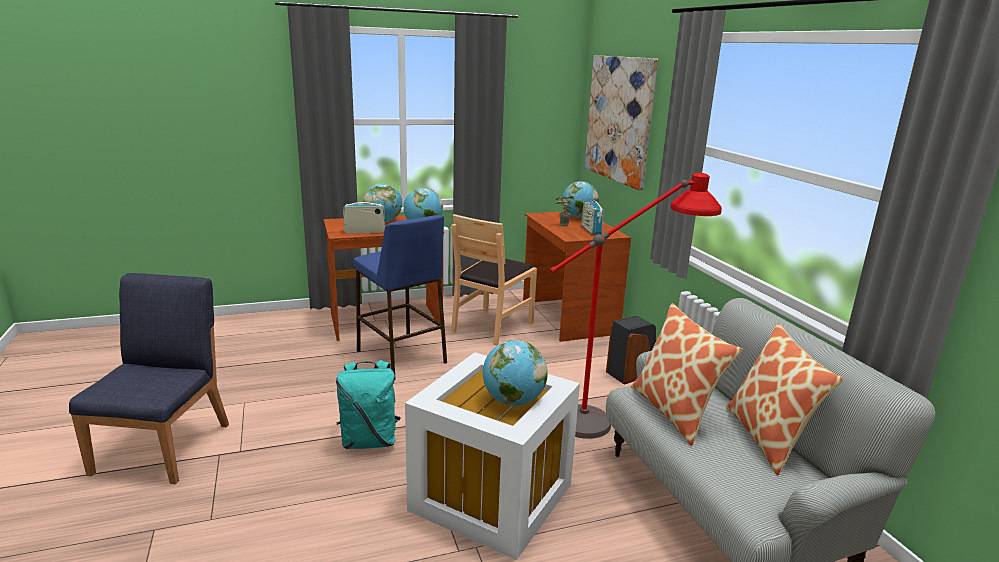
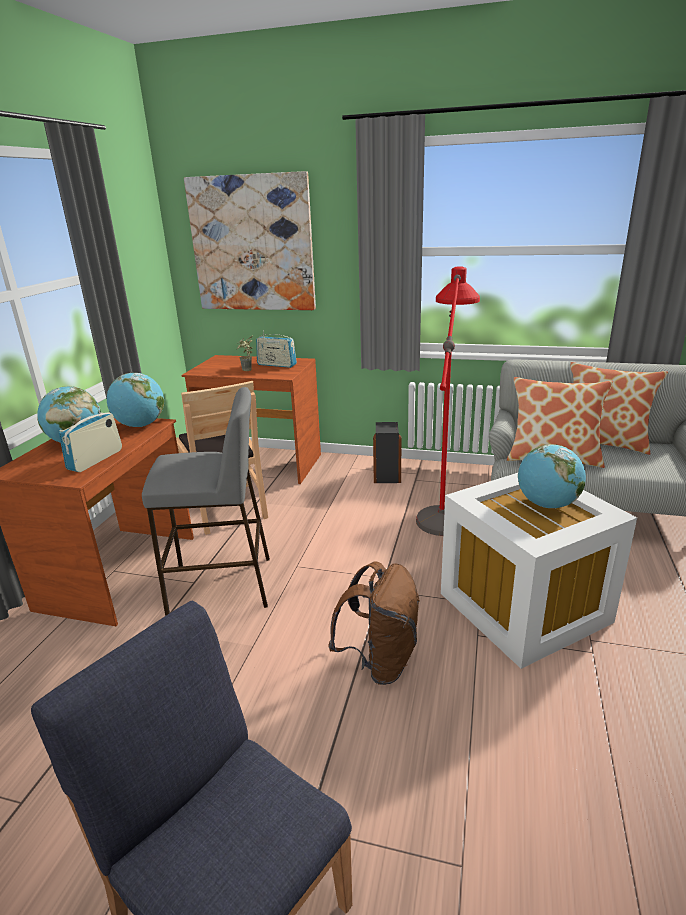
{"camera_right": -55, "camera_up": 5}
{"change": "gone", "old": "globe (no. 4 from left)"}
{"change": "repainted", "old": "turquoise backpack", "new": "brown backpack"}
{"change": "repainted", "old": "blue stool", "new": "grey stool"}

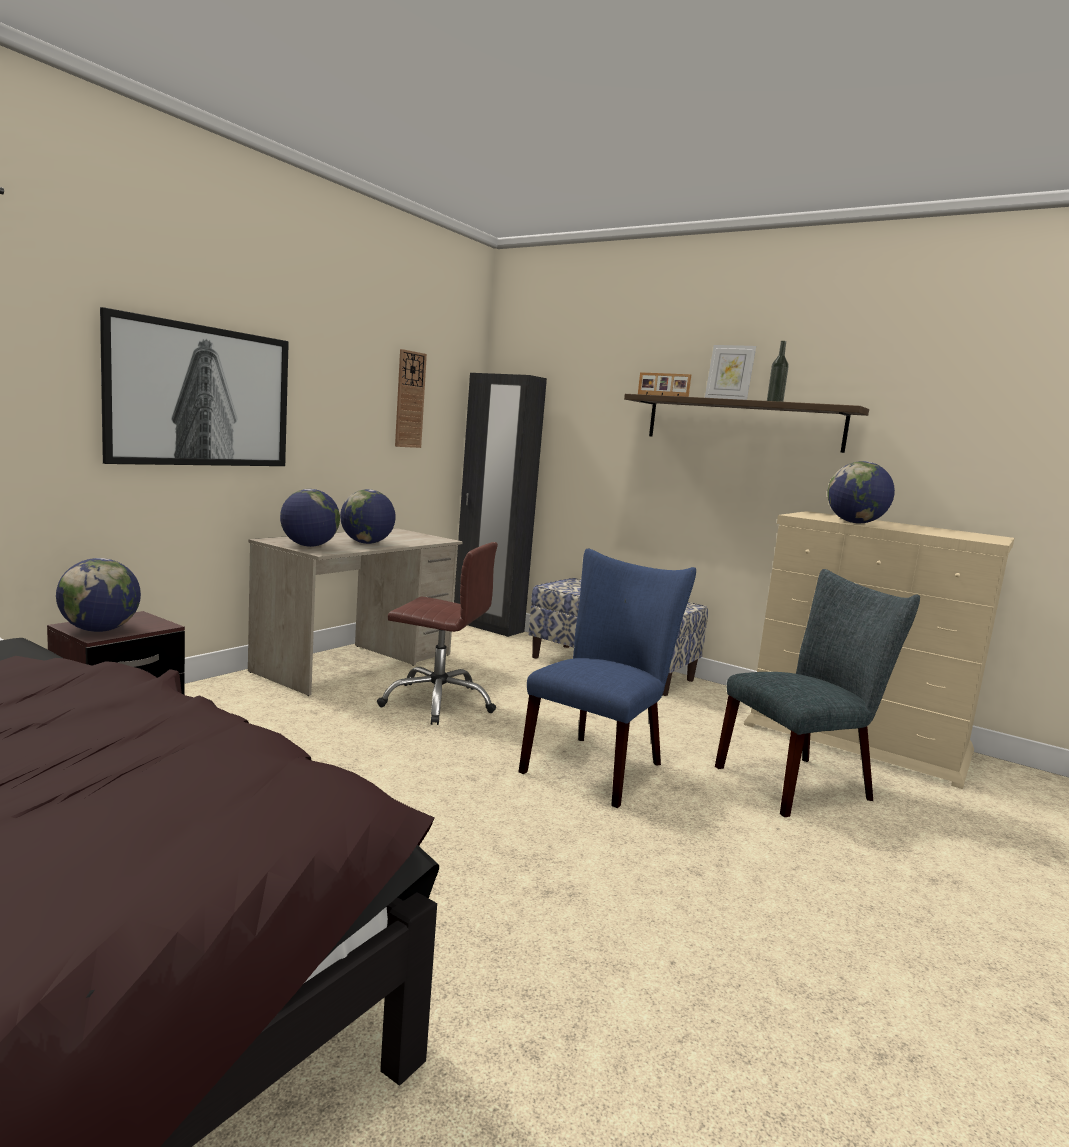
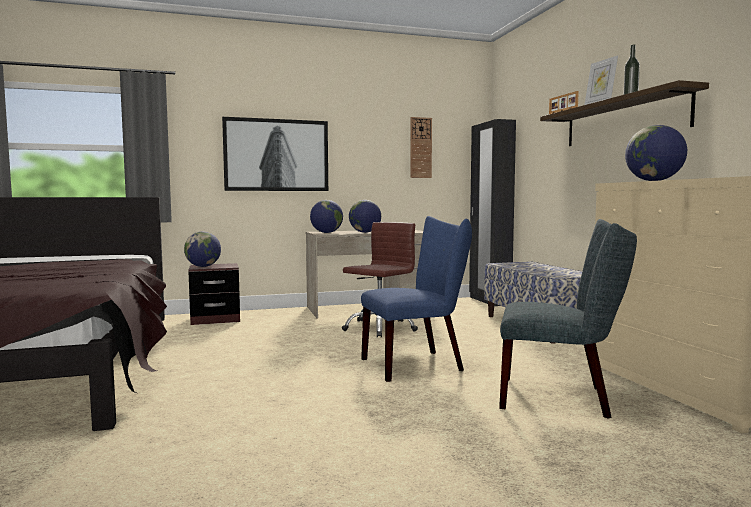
{"camera_right": 40, "camera_up": -5}
{"change": "rotated", "old": "brown office chair", "degrees": -105}

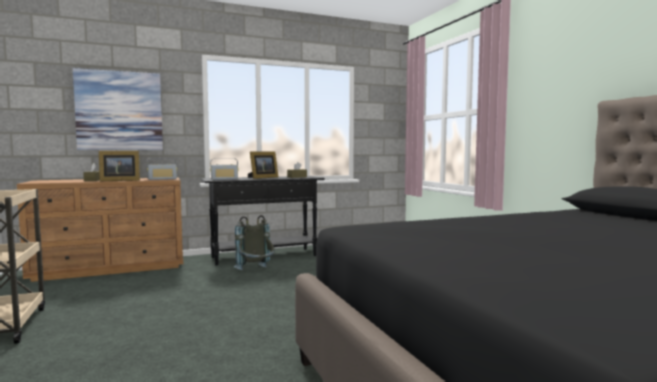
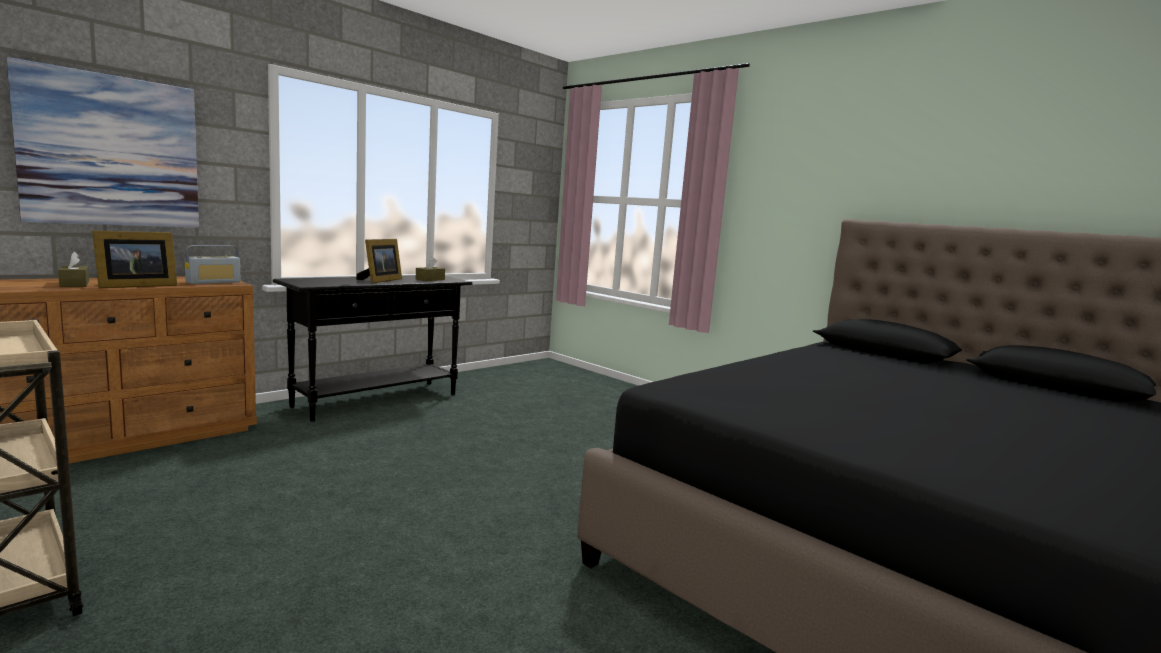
{"camera_right": -25, "camera_up": 5}
{"change": "gone", "old": "radio (no. 2 from left)"}
{"change": "gone", "old": "grey backpack"}

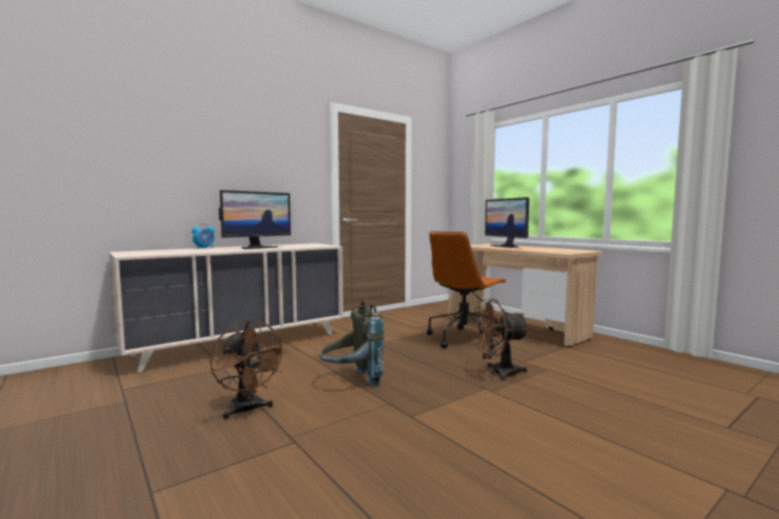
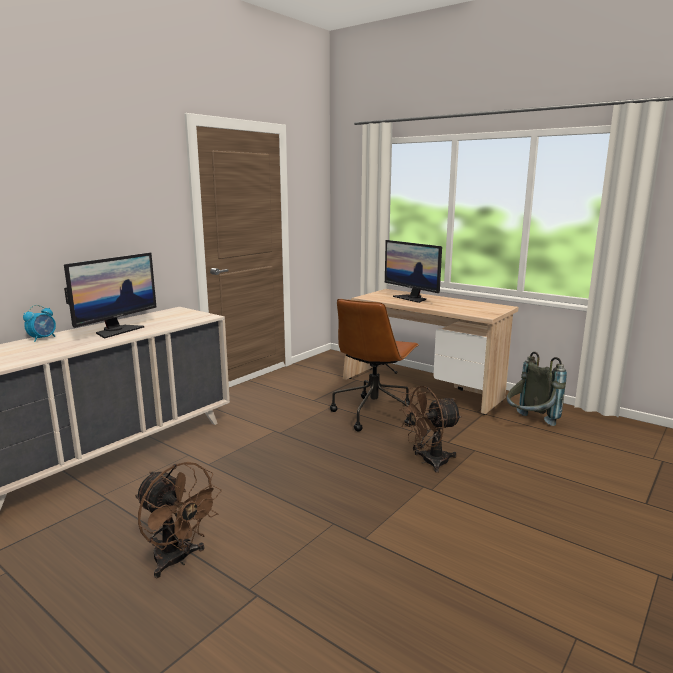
{"camera_right": -15, "camera_up": 10}
{"change": "shifted", "old": "grey backpack"}

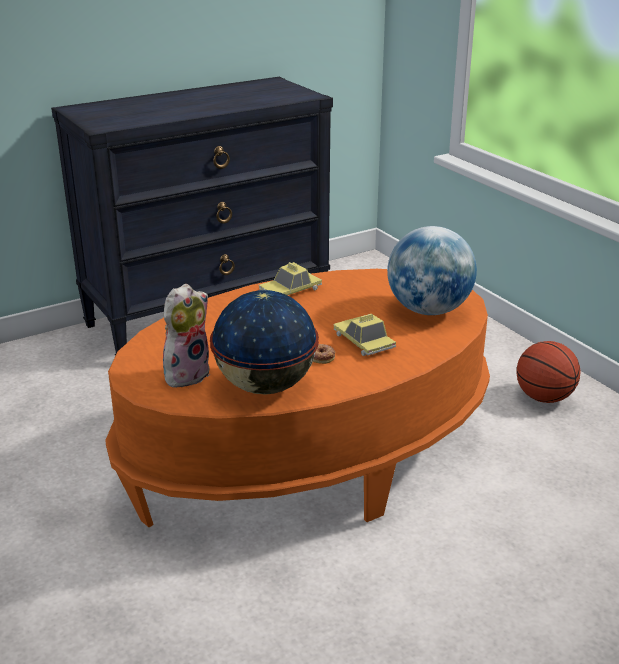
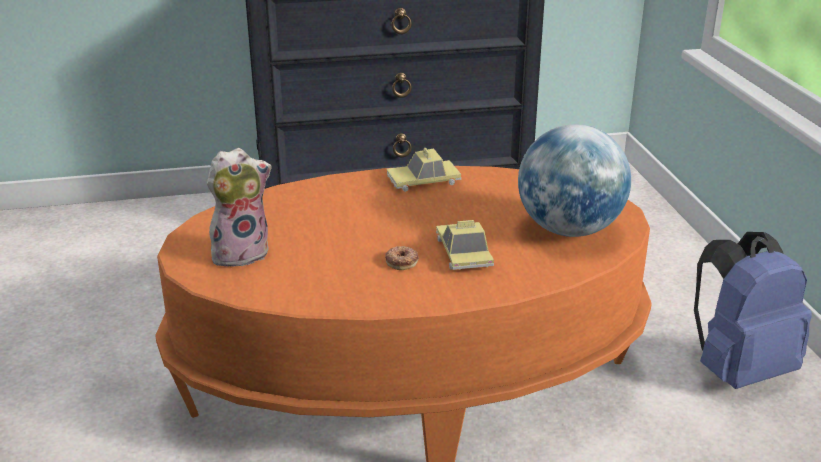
{"camera_right": 20, "camera_up": 0}
{"change": "gone", "old": "globe (no. 1 from left)"}
{"change": "swapped", "old": "basketball", "new": "blue backpack"}

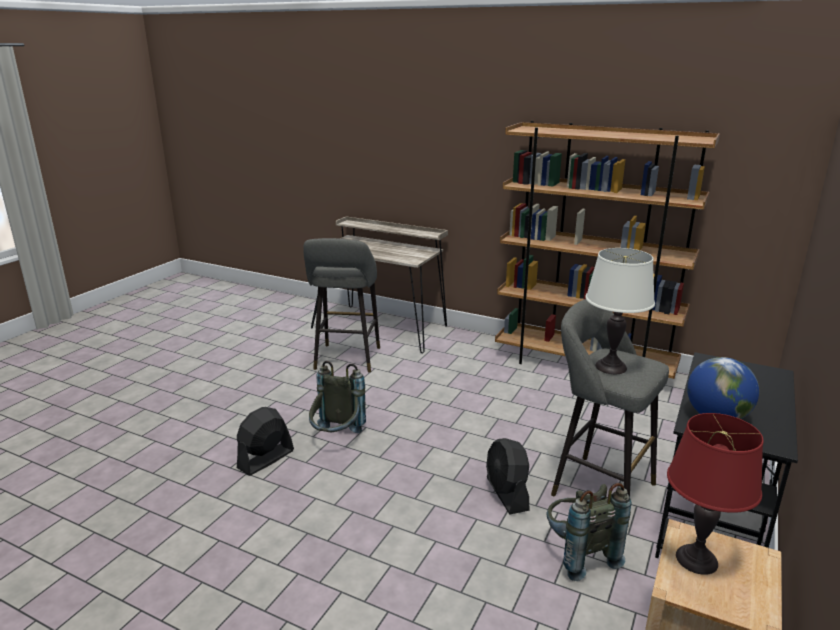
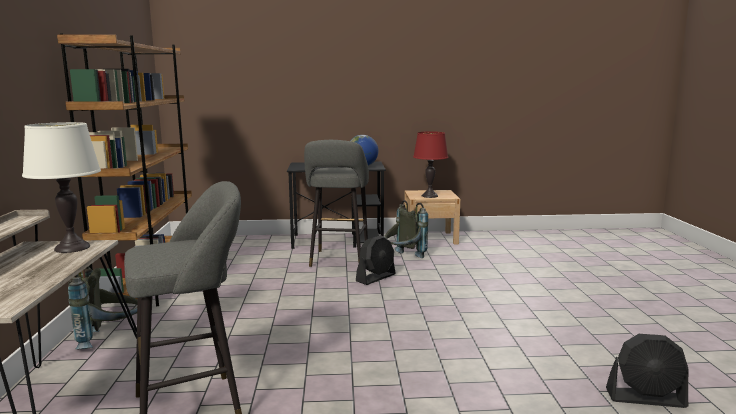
{"camera_right": -120, "camera_up": -10}
{"change": "shifted", "old": "black fan (no. 1 from left in the first image)", "new": "black fan (no. 2 from left)"}
{"change": "shifted", "old": "grey backpack (no. 1 from left)"}
{"change": "shifted", "old": "white table lamp"}

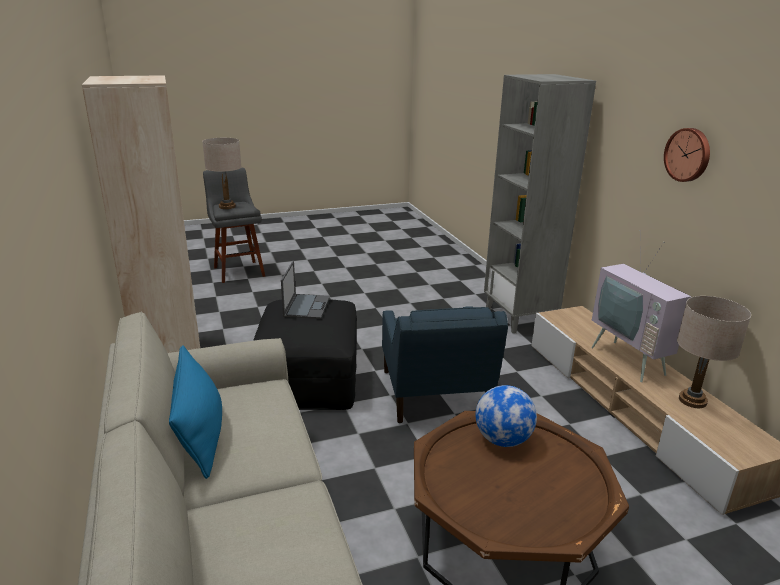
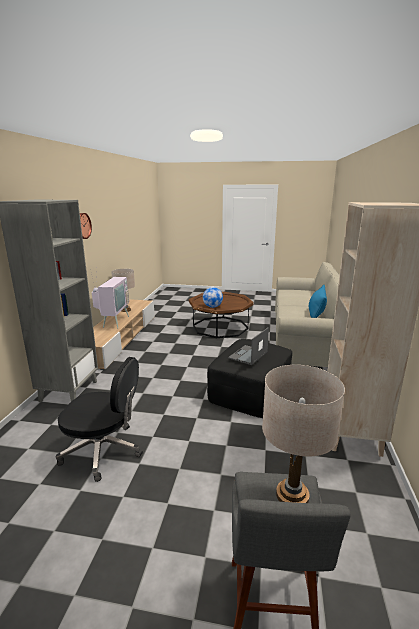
{"camera_right": -150, "camera_up": -5}
{"change": "gone", "old": "blue armchair"}
{"change": "new", "new": "black office chair"}

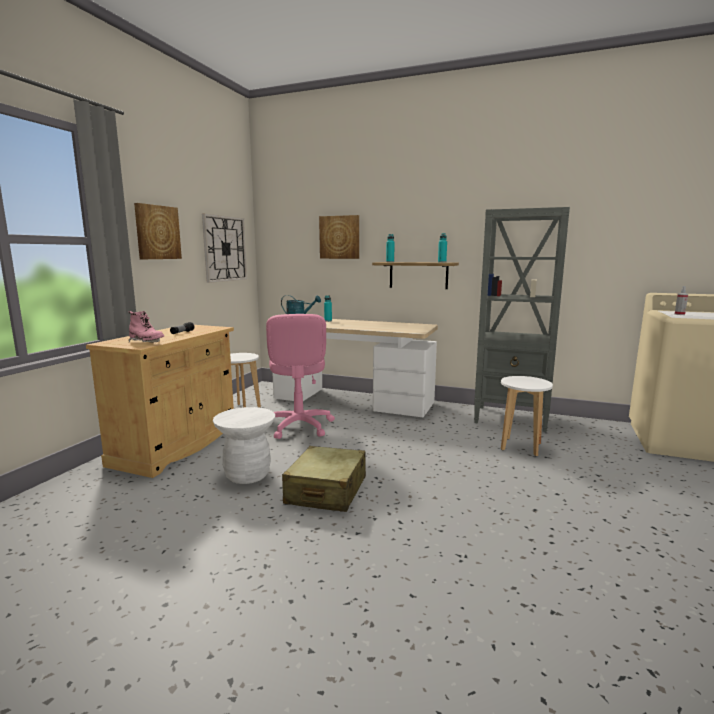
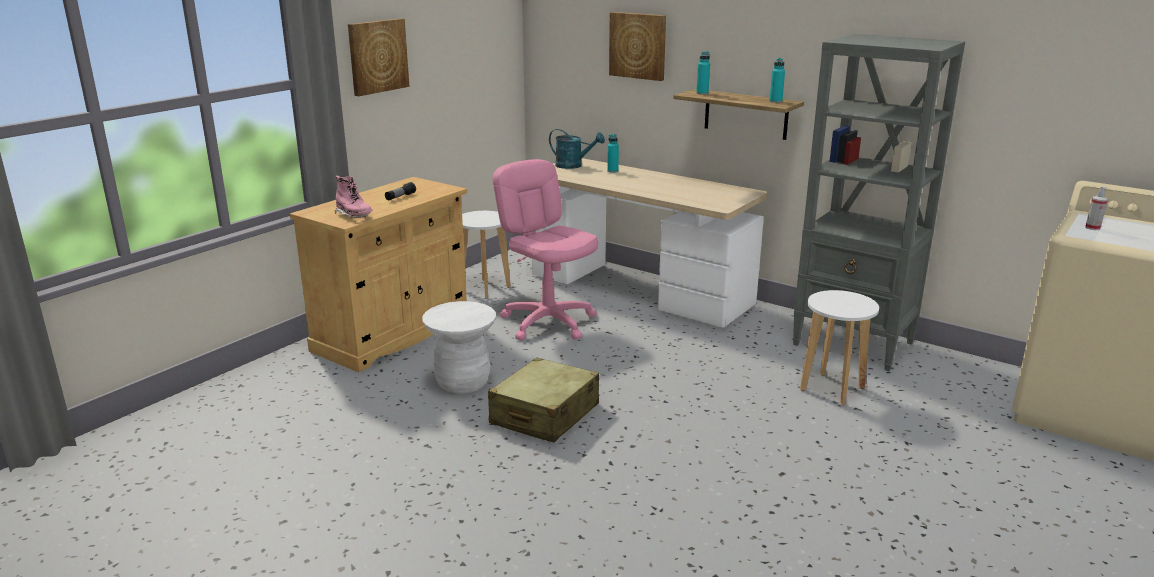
{"camera_right": 15, "camera_up": 10}
{"change": "gone", "old": "wall clock"}
{"change": "rotated", "old": "pink office chair", "degrees": 135}

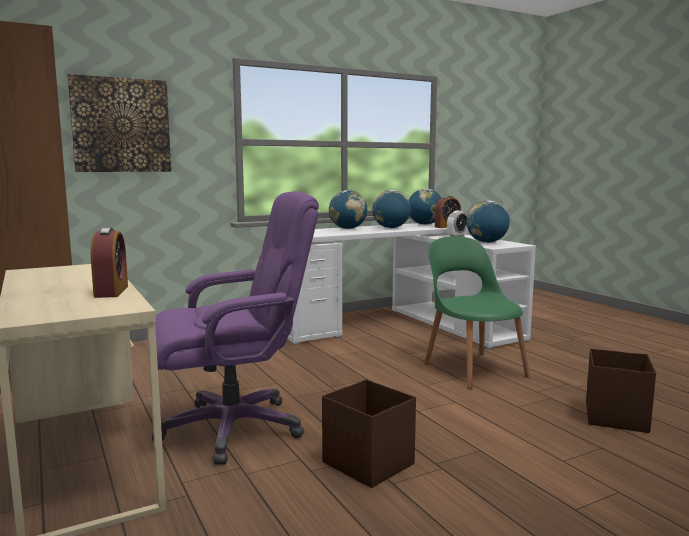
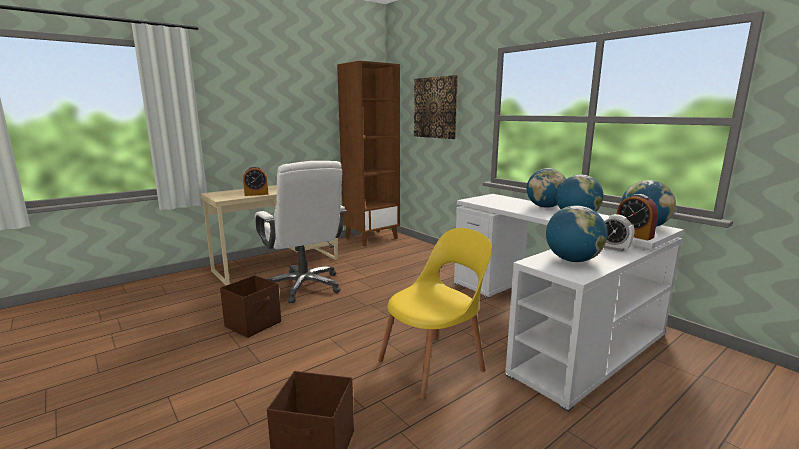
{"camera_right": 80, "camera_up": 5}
{"change": "repainted", "old": "purple office chair", "new": "white office chair"}
{"change": "repainted", "old": "green chair", "new": "yellow chair"}

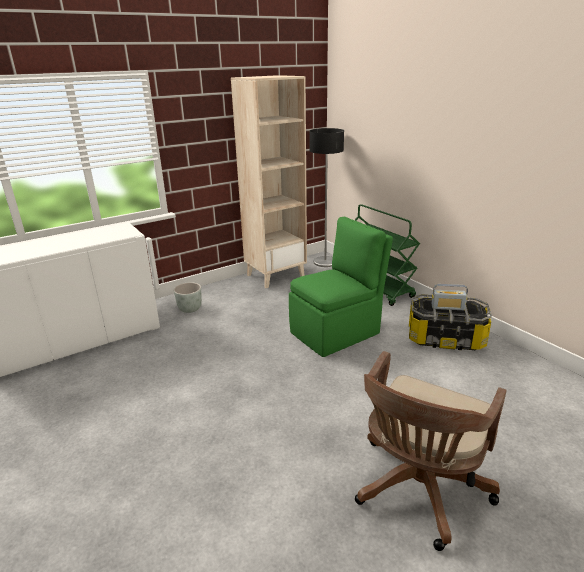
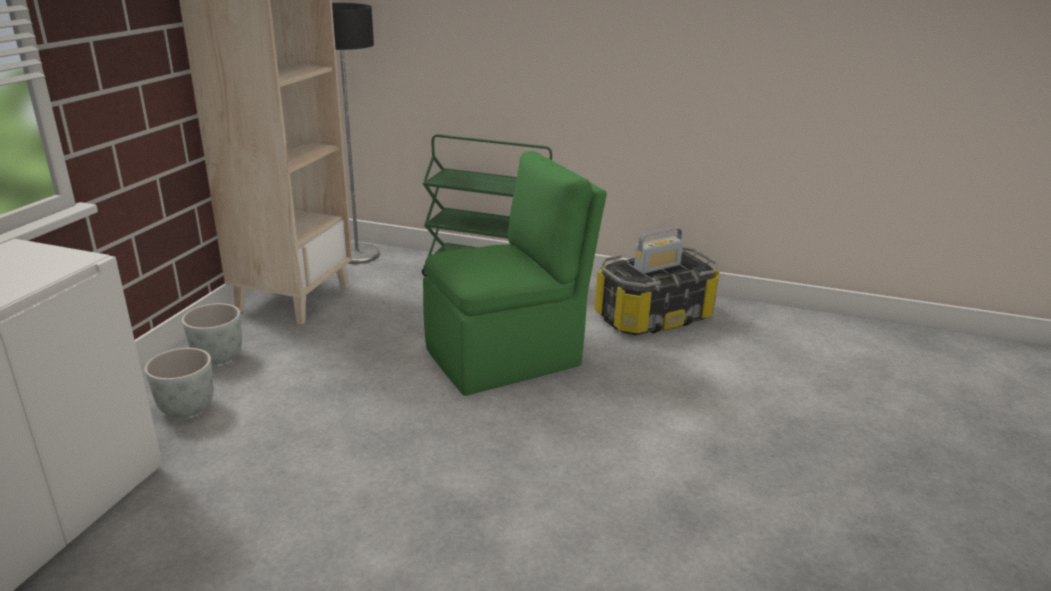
{"camera_right": -40, "camera_up": 0}
{"change": "gone", "old": "brown office chair"}
{"change": "new", "new": "grey planter (no. 2 from left)"}
{"change": "rotated", "old": "green chair", "degrees": 45}

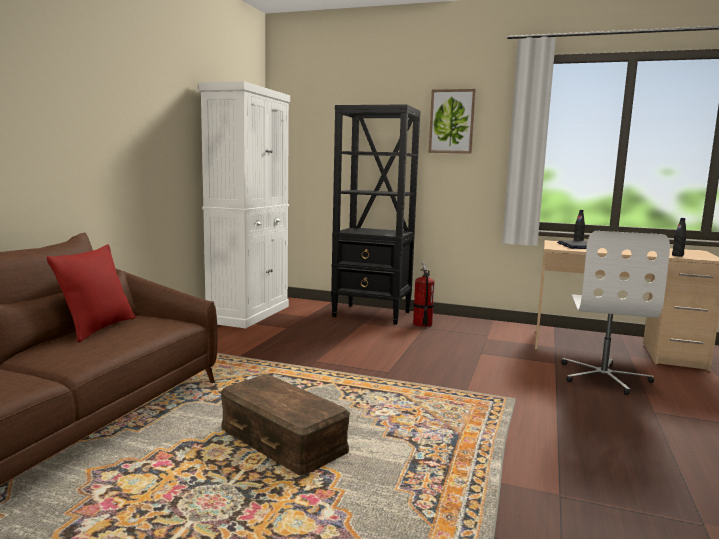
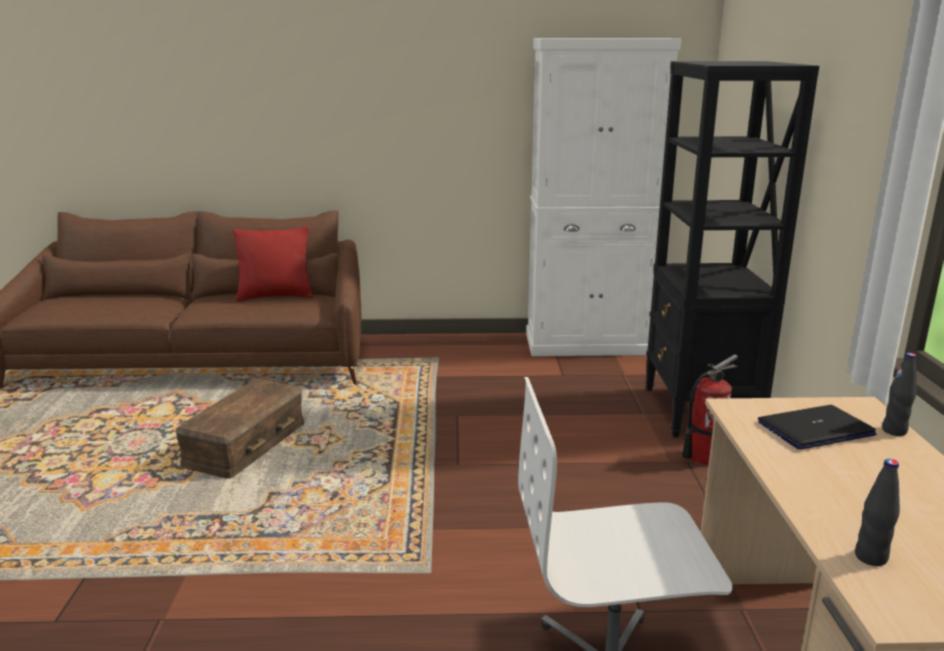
{"camera_right": 70, "camera_up": 10}
{"change": "gone", "old": "picture"}

